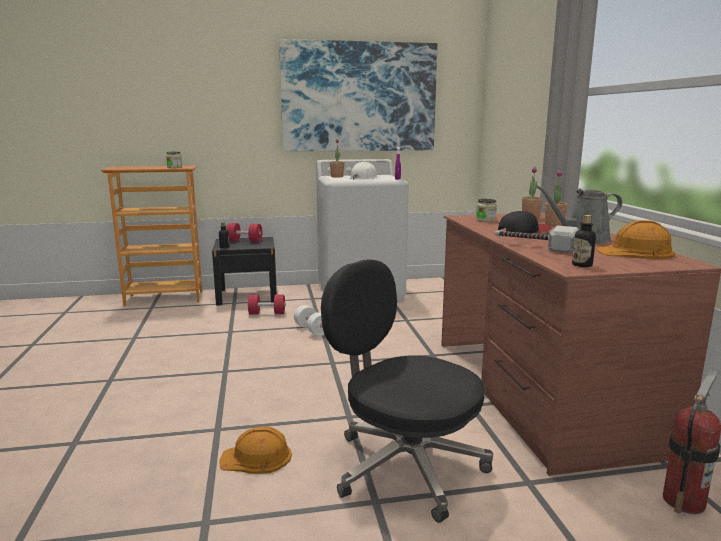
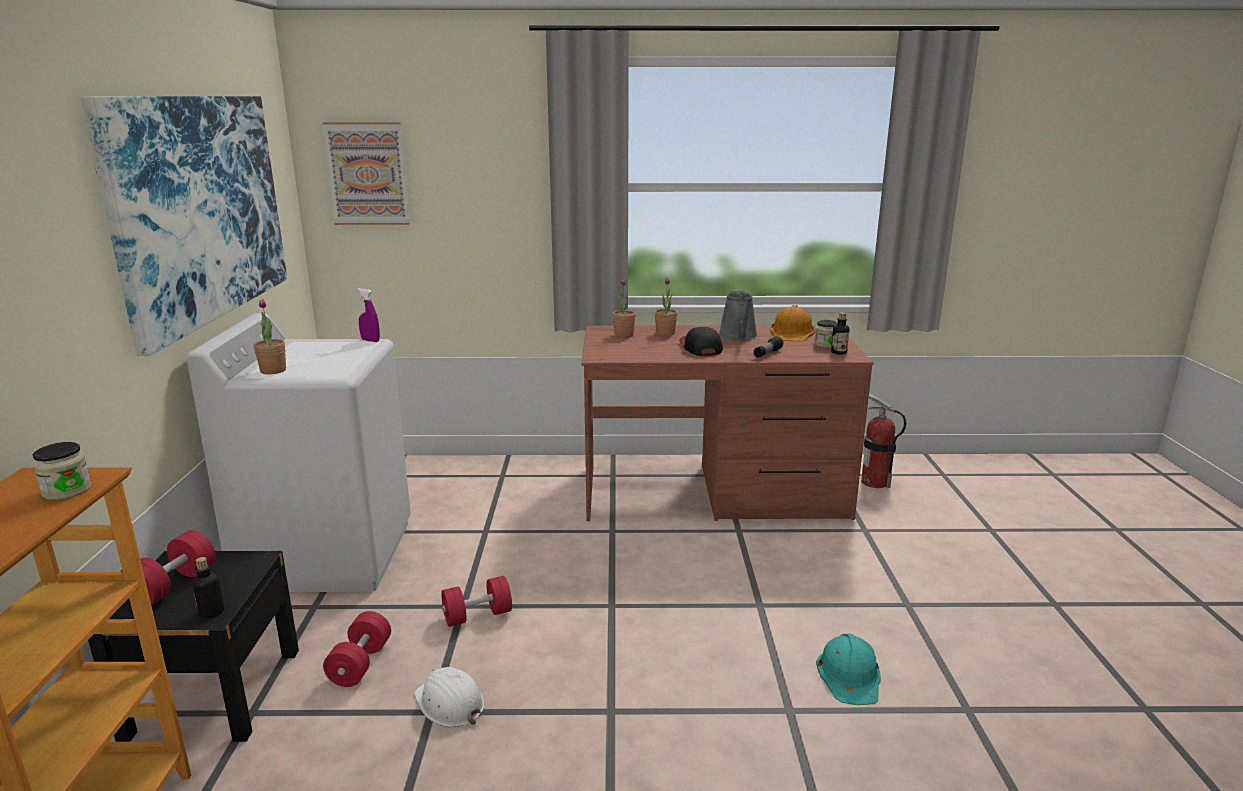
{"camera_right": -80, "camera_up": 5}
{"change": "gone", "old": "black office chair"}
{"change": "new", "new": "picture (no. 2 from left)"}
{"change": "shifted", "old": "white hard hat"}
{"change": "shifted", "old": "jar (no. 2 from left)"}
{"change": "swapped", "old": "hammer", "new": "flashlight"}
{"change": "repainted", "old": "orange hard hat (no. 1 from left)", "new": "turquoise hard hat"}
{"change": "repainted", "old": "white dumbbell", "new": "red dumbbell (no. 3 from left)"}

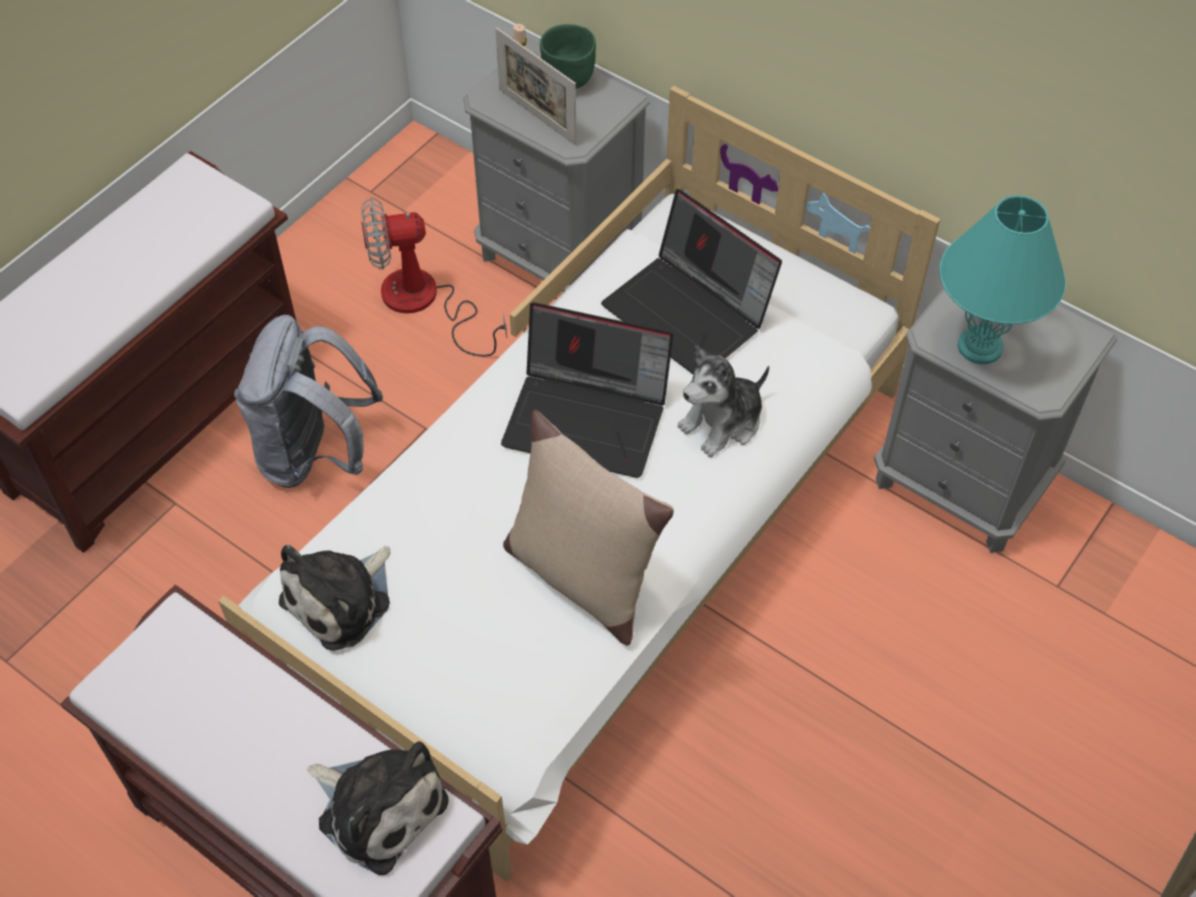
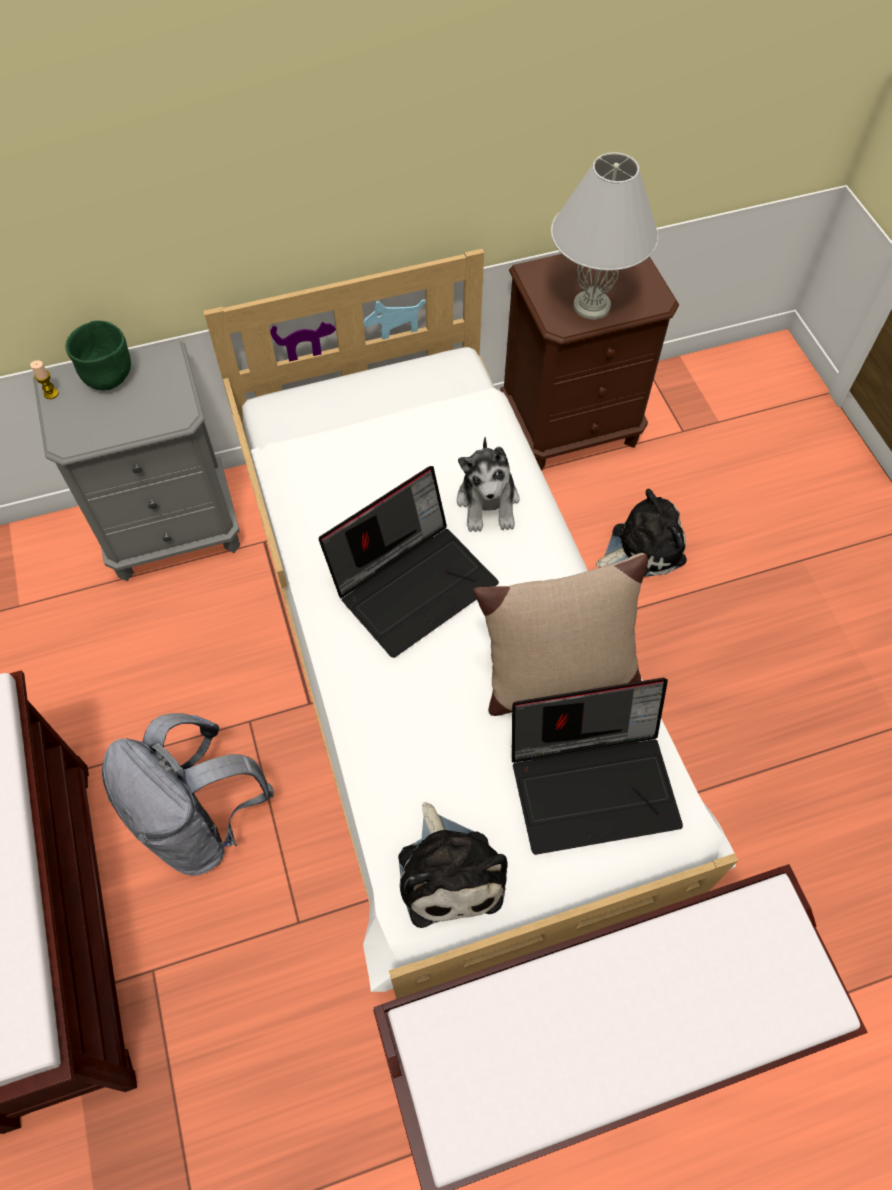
{"camera_right": -55, "camera_up": 5}
{"change": "gone", "old": "fan"}
{"change": "gone", "old": "picture frame"}
{"change": "shifted", "old": "plush toy (no. 2 from left in the first image)", "new": "plush toy (no. 3 from left)"}
{"change": "shifted", "old": "laptop (no. 2 from left)"}
{"change": "repainted", "old": "grey nightstand (no. 2 from left)", "new": "brown nightstand"}
{"change": "repainted", "old": "turquoise table lamp", "new": "white table lamp"}

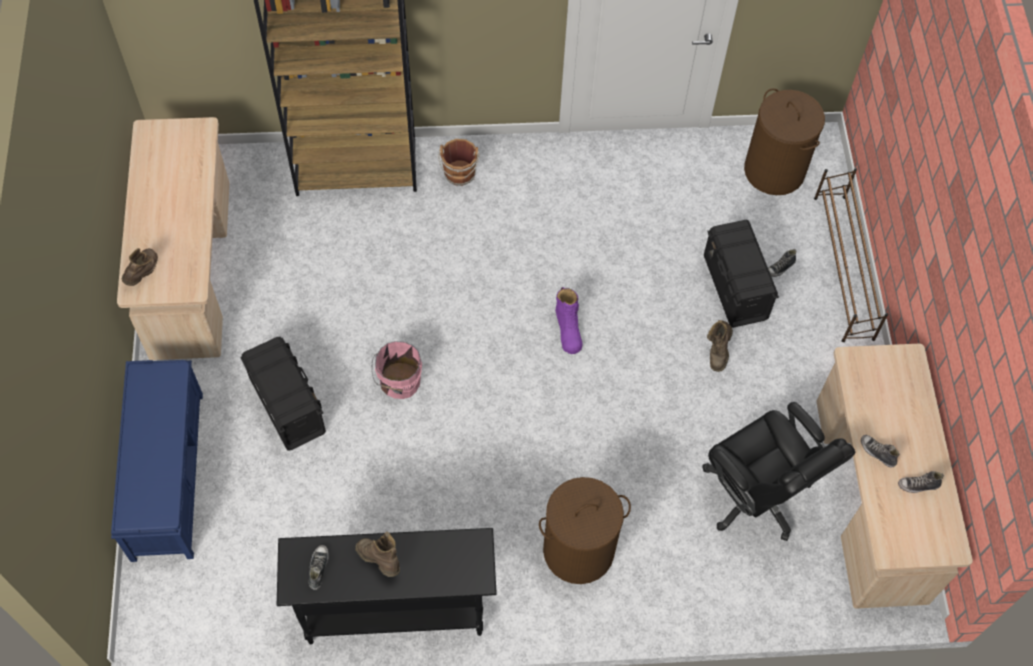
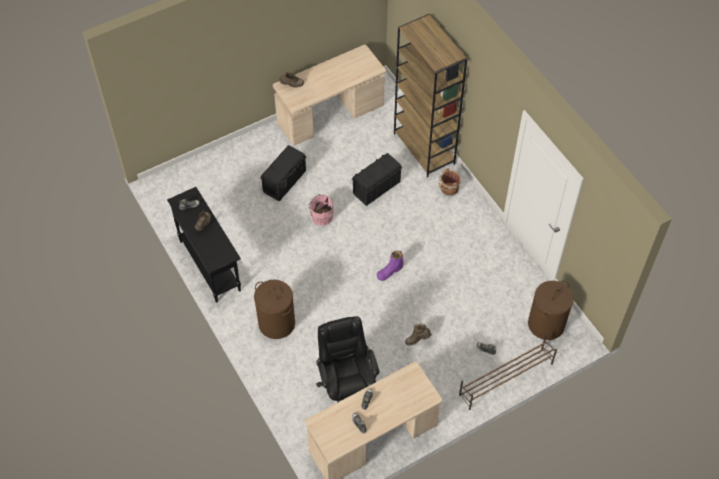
{"camera_right": 65, "camera_up": -5}
{"change": "gone", "old": "blue bench"}
{"change": "shifted", "old": "black storage box (no. 2 from left)"}
{"change": "rotated", "old": "black office chair", "degrees": 135}

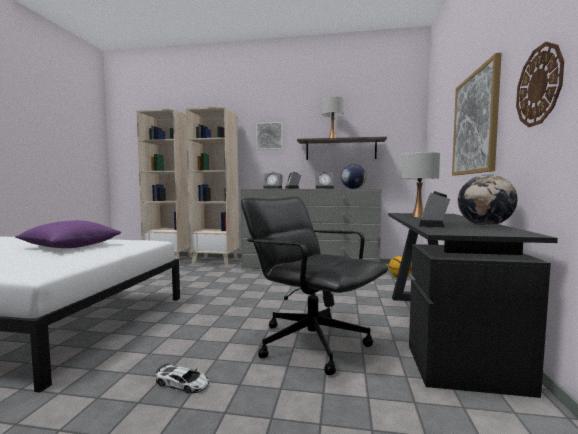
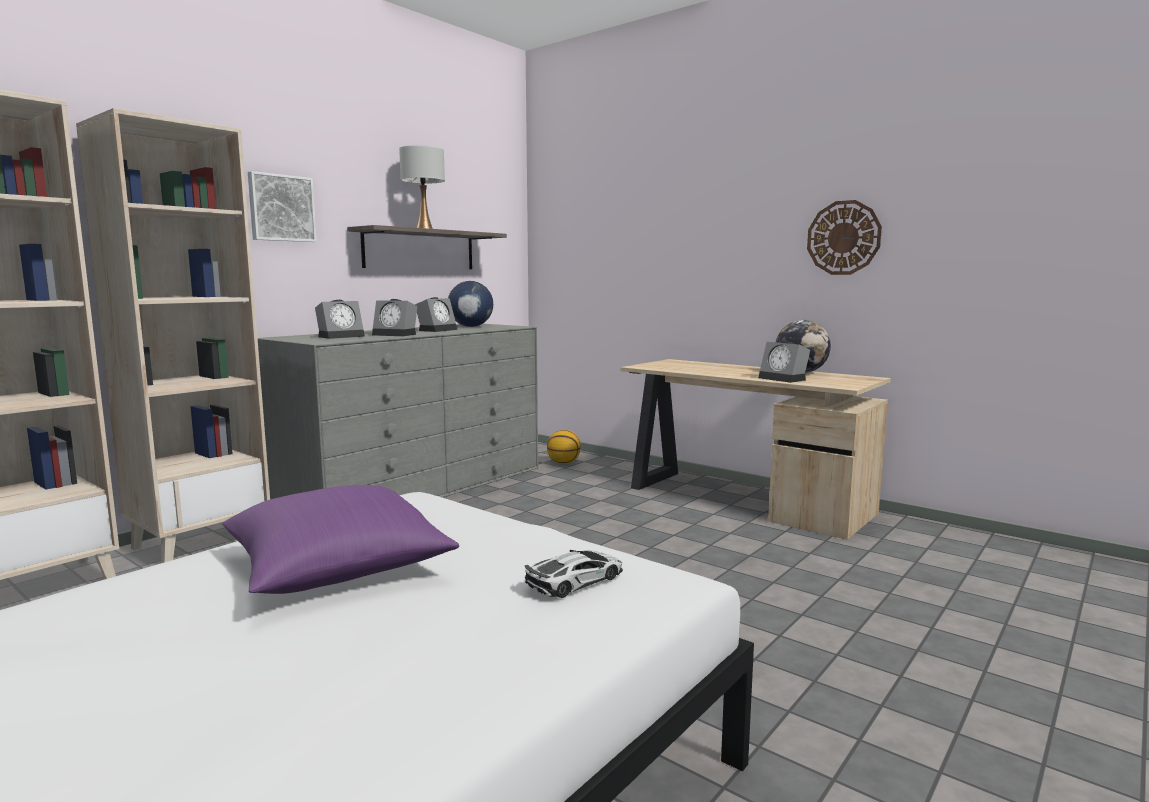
{"camera_right": -60, "camera_up": 5}
{"change": "gone", "old": "black office chair"}
{"change": "gone", "old": "white table lamp (no. 2 from left)"}
{"change": "gone", "old": "picture (no. 2 from left)"}
{"change": "shifted", "old": "toy car"}
{"change": "repainted", "old": "black desk", "new": "beige desk"}

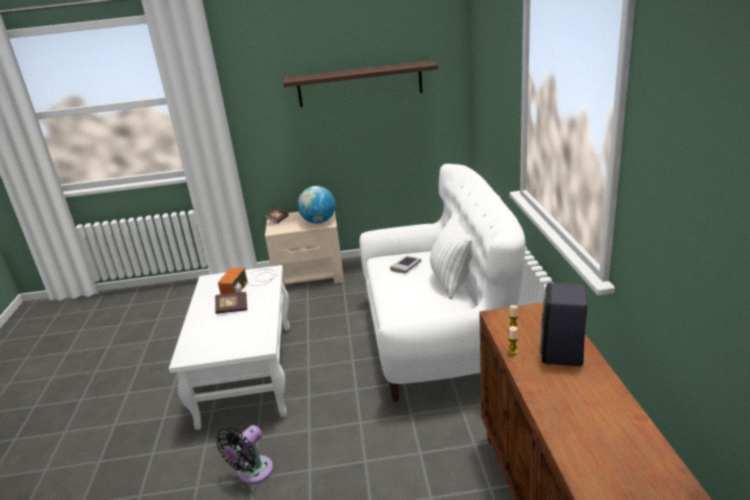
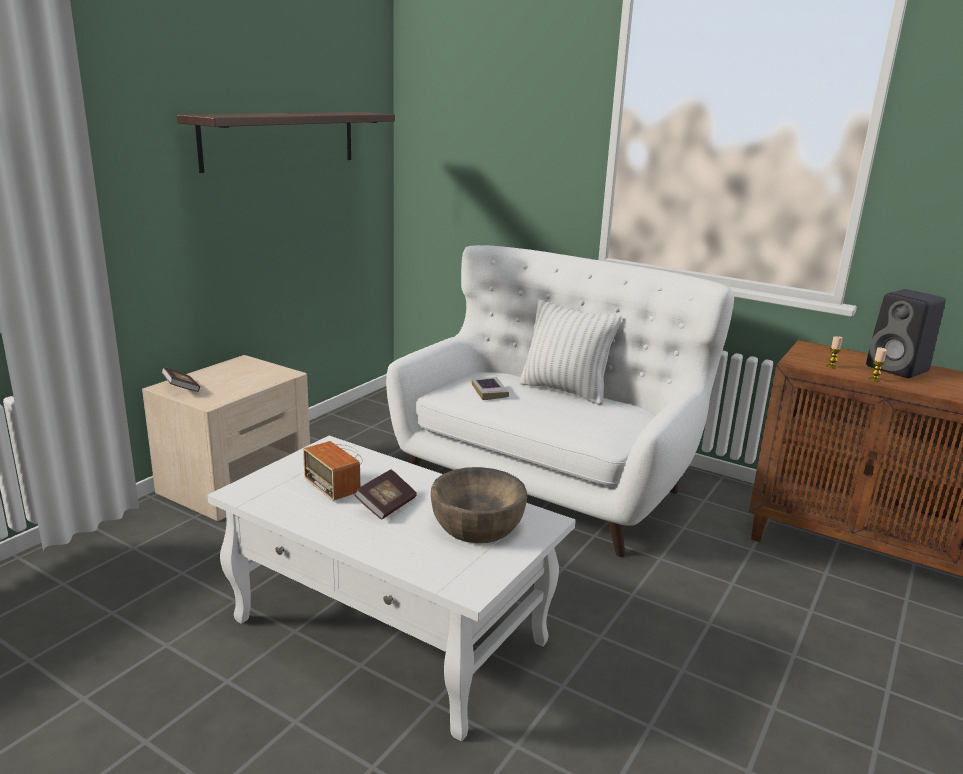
{"camera_right": -55, "camera_up": -5}
{"change": "gone", "old": "black fan"}
{"change": "gone", "old": "globe"}
{"change": "new", "new": "brown bowl"}

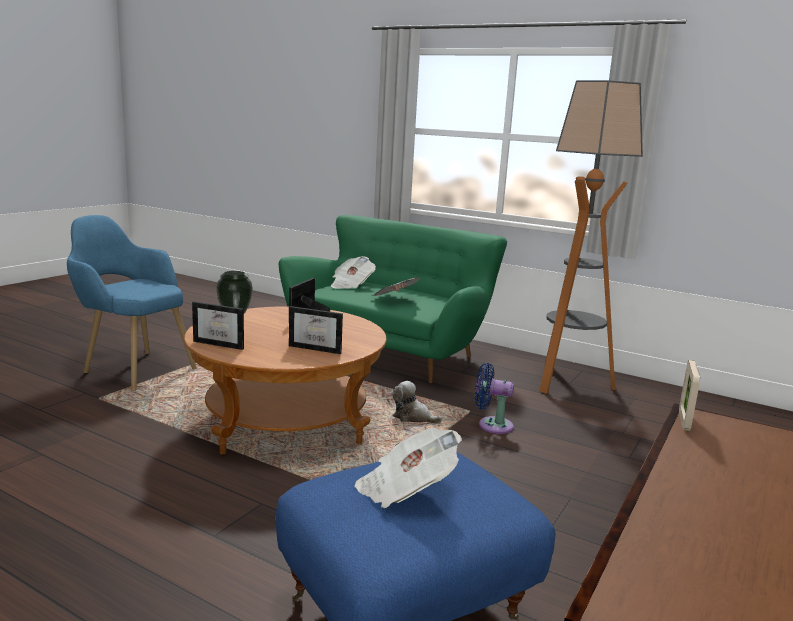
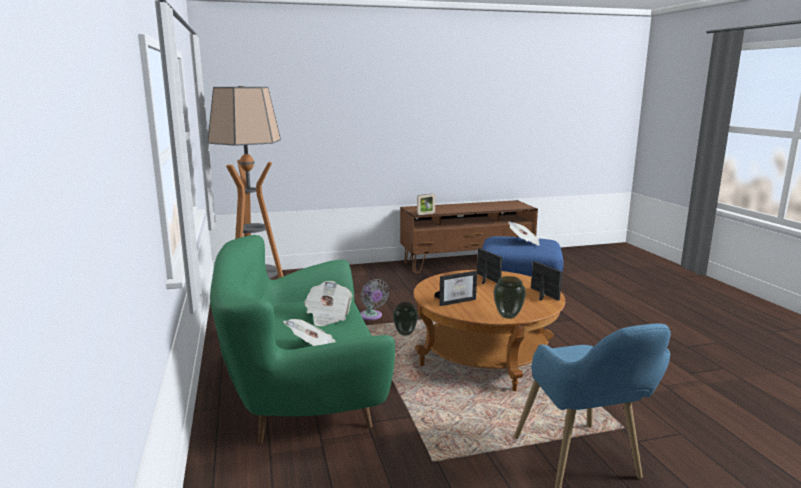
{"camera_right": -135, "camera_up": 0}
{"change": "swapped", "old": "plush toy", "new": "vase (no. 1 from left)"}
{"change": "repainted", "old": "blue fan", "new": "grey fan"}

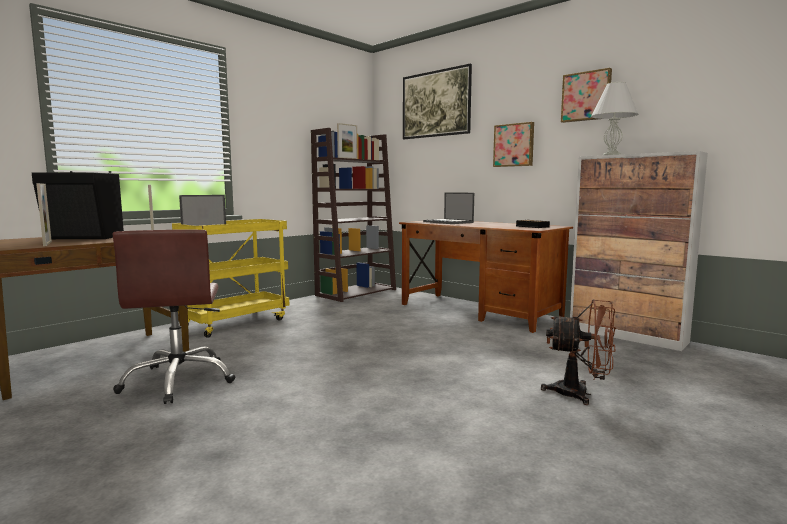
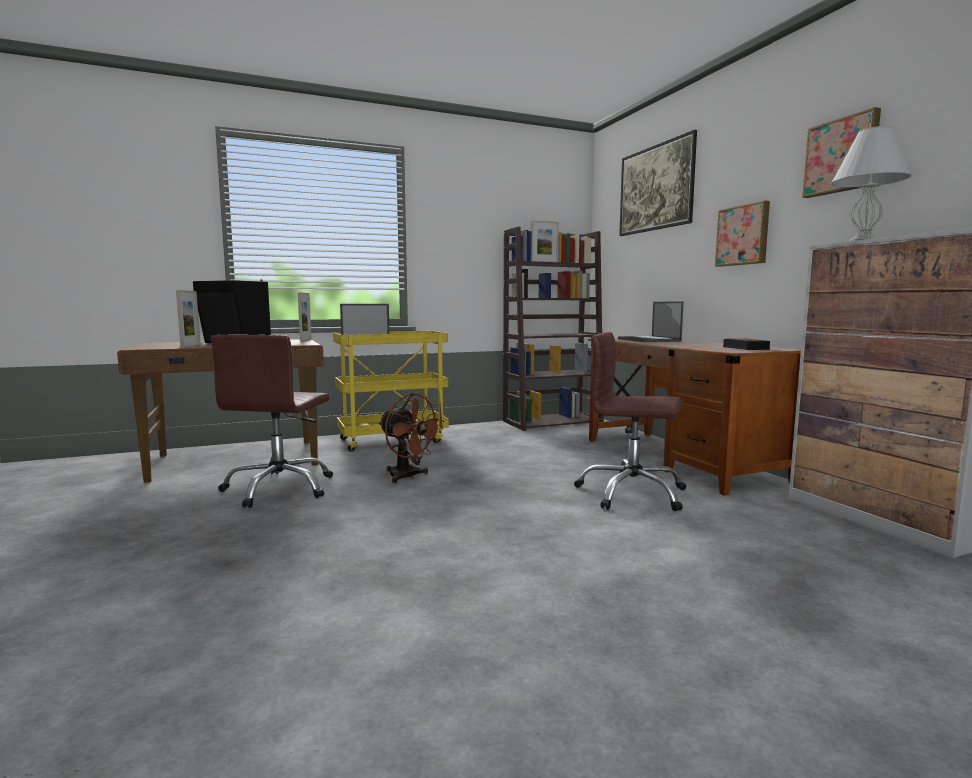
{"camera_right": 25, "camera_up": 0}
{"change": "new", "new": "brown office chair (no. 2 from left)"}
{"change": "shifted", "old": "brown fan"}

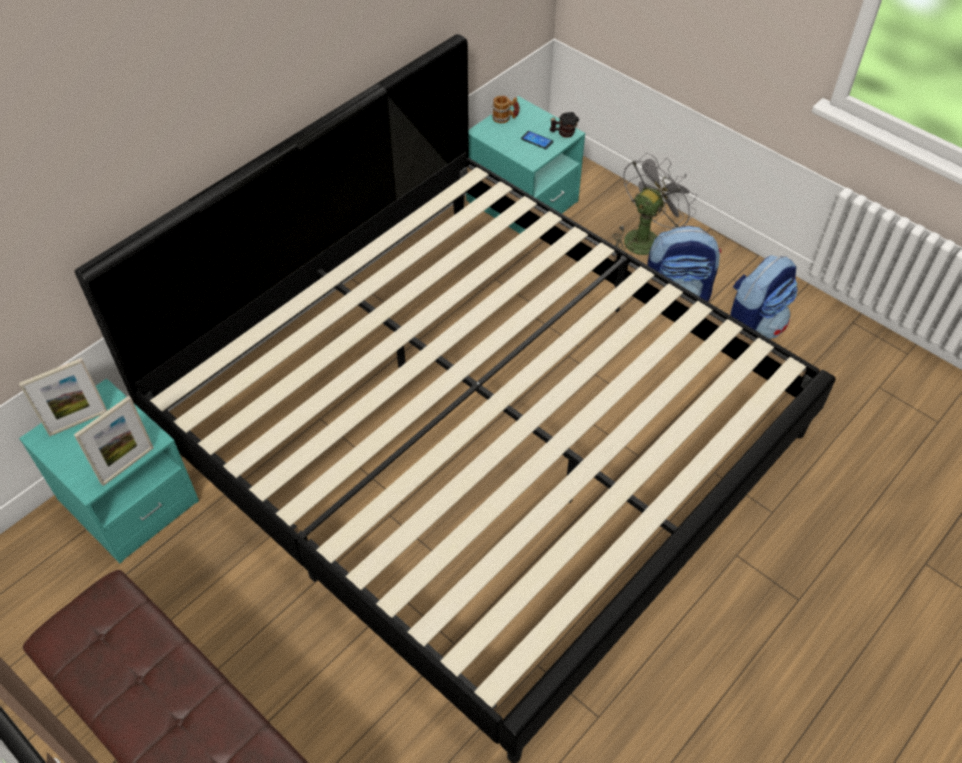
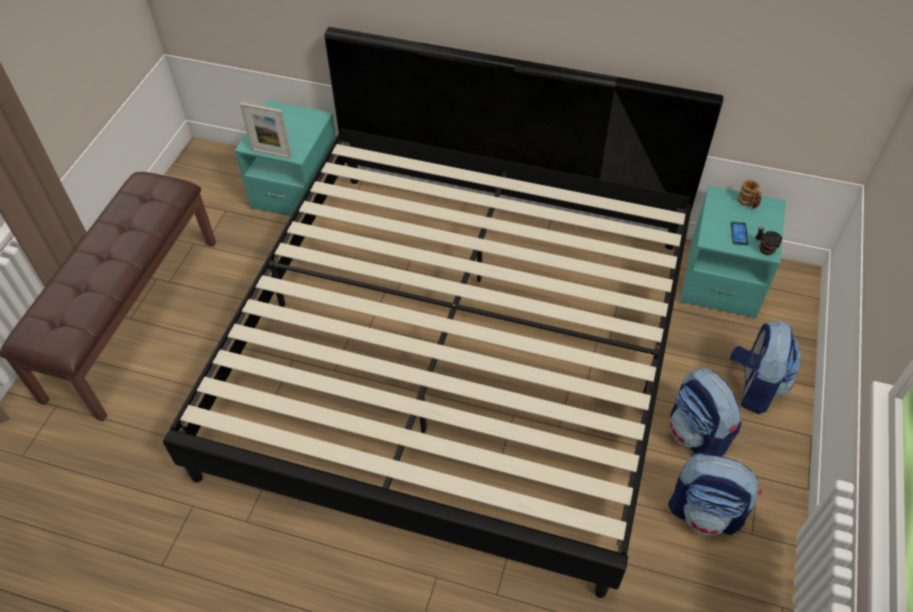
{"camera_right": 65, "camera_up": 0}
{"change": "gone", "old": "picture frame (no. 1 from left)"}
{"change": "swapped", "old": "grey fan", "new": "backpack (no. 3 from left)"}

